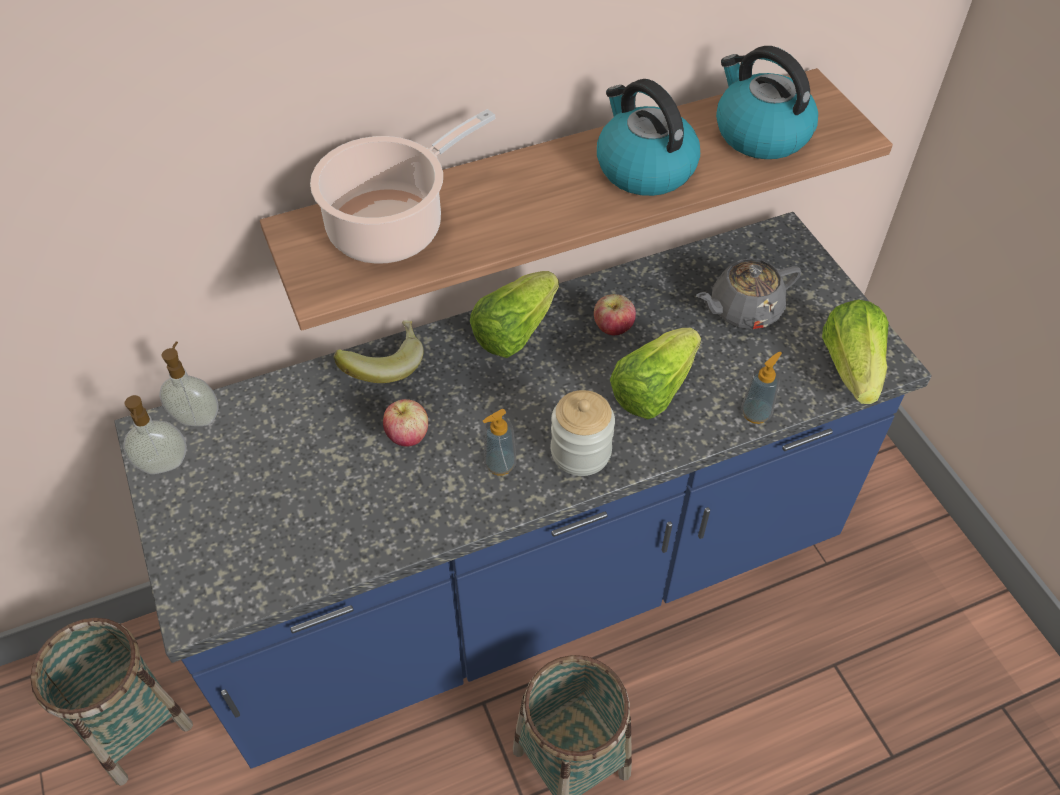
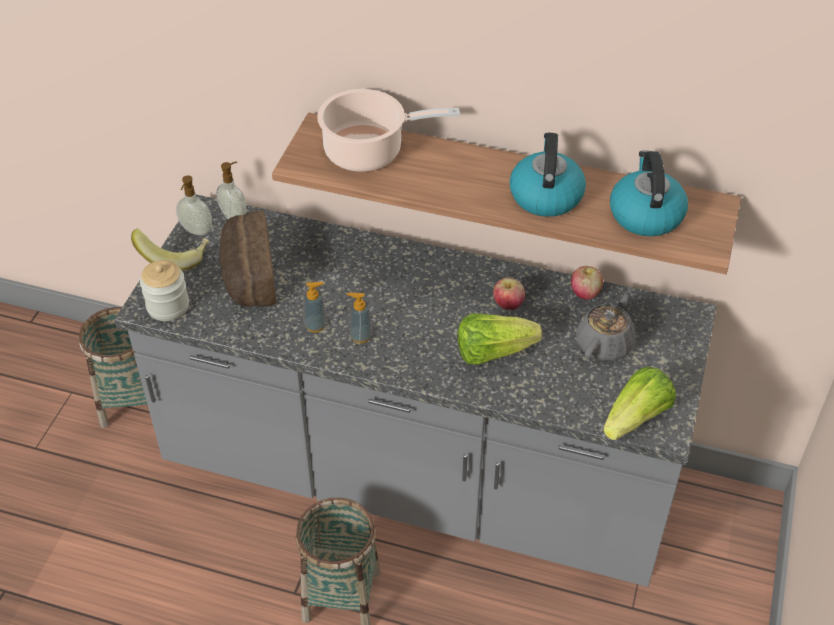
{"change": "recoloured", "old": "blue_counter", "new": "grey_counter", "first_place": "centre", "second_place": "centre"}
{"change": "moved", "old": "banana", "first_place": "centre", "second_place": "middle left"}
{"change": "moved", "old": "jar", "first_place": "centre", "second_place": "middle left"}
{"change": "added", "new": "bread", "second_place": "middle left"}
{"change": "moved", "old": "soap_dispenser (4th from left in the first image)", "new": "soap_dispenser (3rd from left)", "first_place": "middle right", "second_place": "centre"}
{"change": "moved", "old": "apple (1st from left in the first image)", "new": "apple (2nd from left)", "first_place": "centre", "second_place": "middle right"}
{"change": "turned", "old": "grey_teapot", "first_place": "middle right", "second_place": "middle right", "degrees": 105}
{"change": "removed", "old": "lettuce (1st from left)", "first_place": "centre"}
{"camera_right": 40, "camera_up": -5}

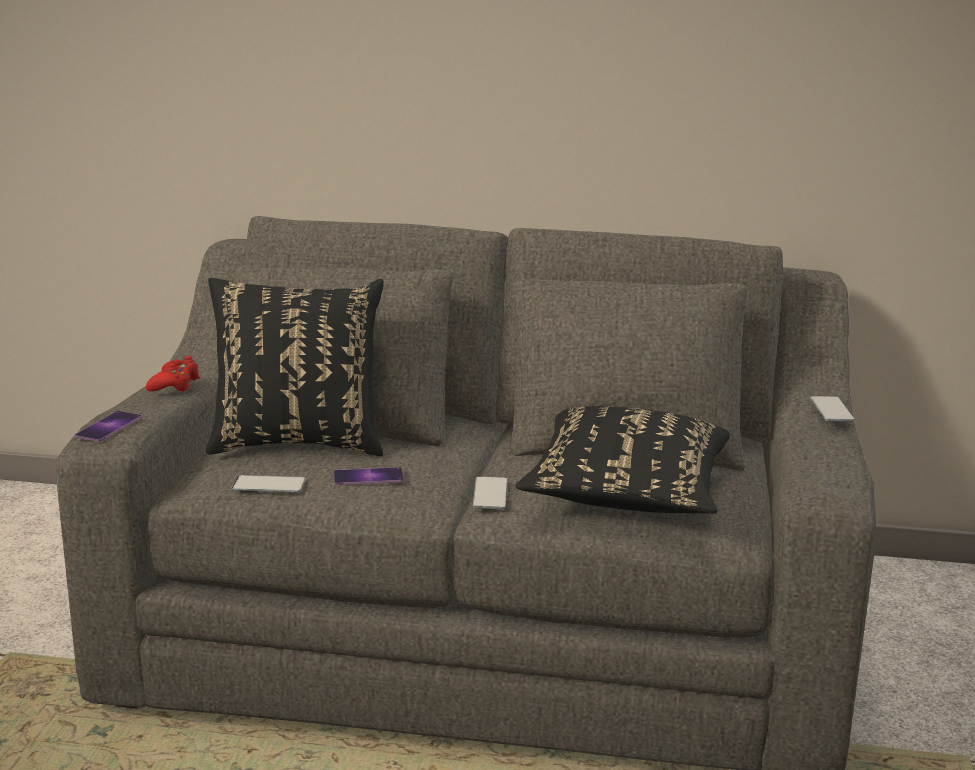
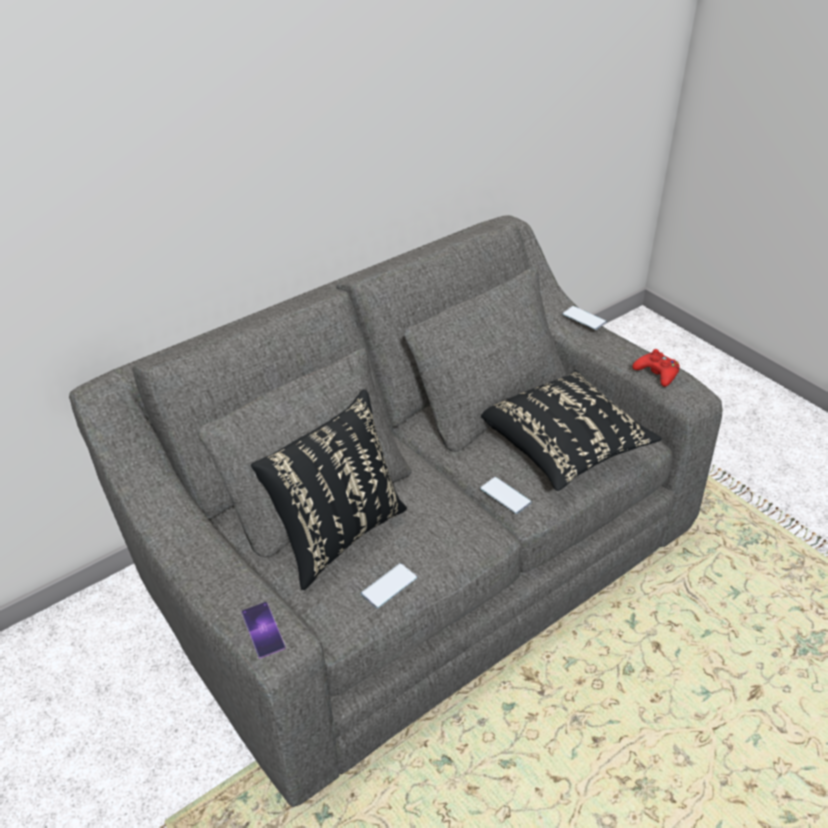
{"change": "moved", "old": "red_game_controller", "first_place": "middle left", "second_place": "middle right"}
{"change": "removed", "old": "phone (3rd from left)", "first_place": "centre"}
{"camera_right": -45, "camera_up": 20}

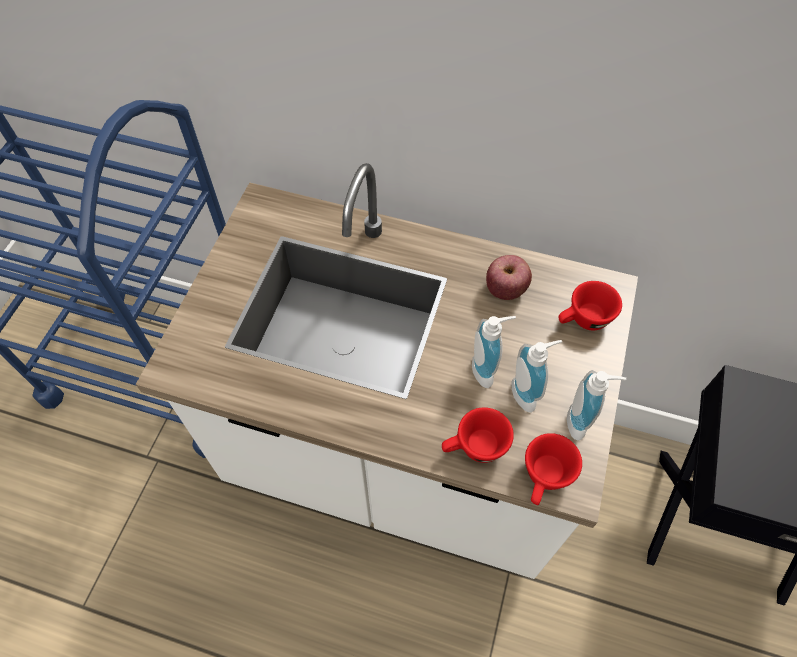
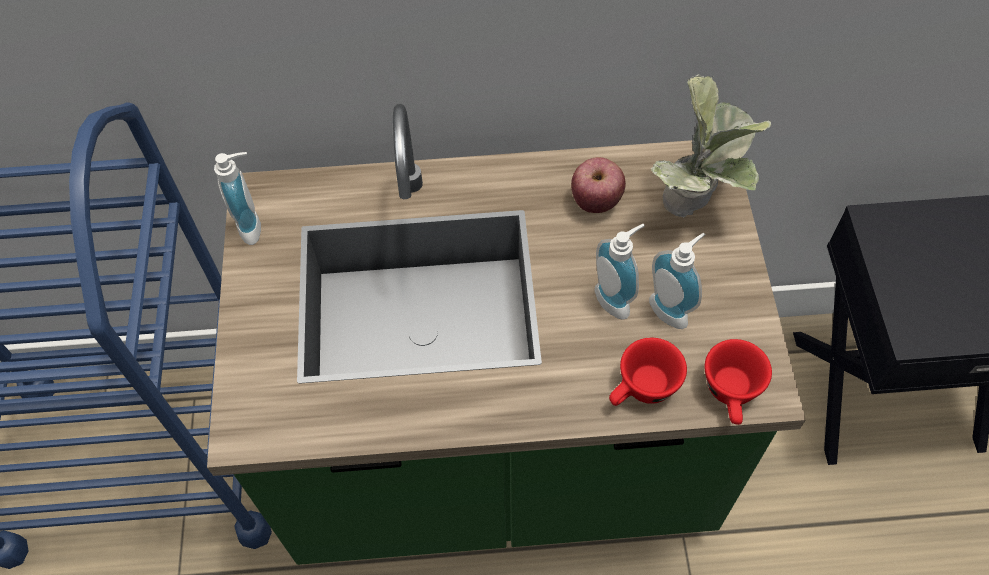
{"change": "recoloured", "old": "white_counter", "new": "green_counter", "first_place": "centre", "second_place": "centre"}
{"change": "moved", "old": "soap_dispenser (3rd from left in the first image)", "new": "soap_dispenser (1st from left)", "first_place": "middle right", "second_place": "middle left"}
{"change": "replaced", "old": "red_cup (3rd from left)", "new": "potted_plant", "first_place": "middle right", "second_place": "top right"}
{"camera_right": -20, "camera_up": 0}

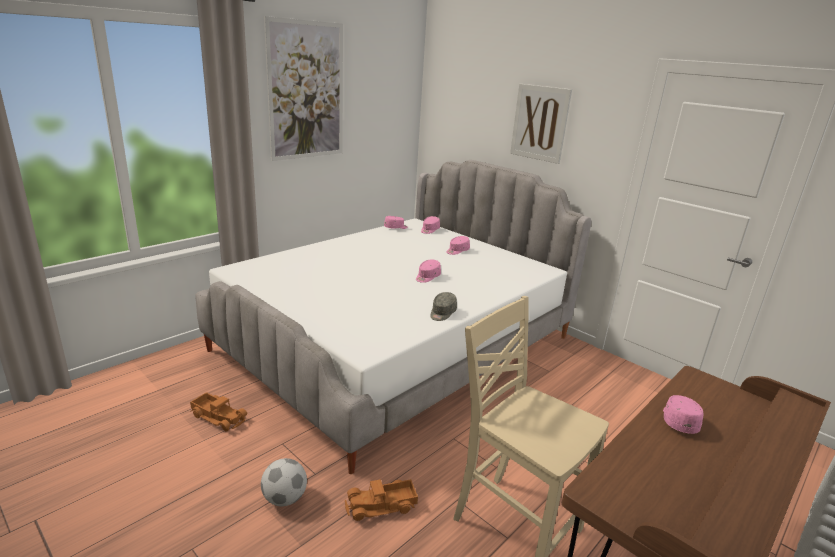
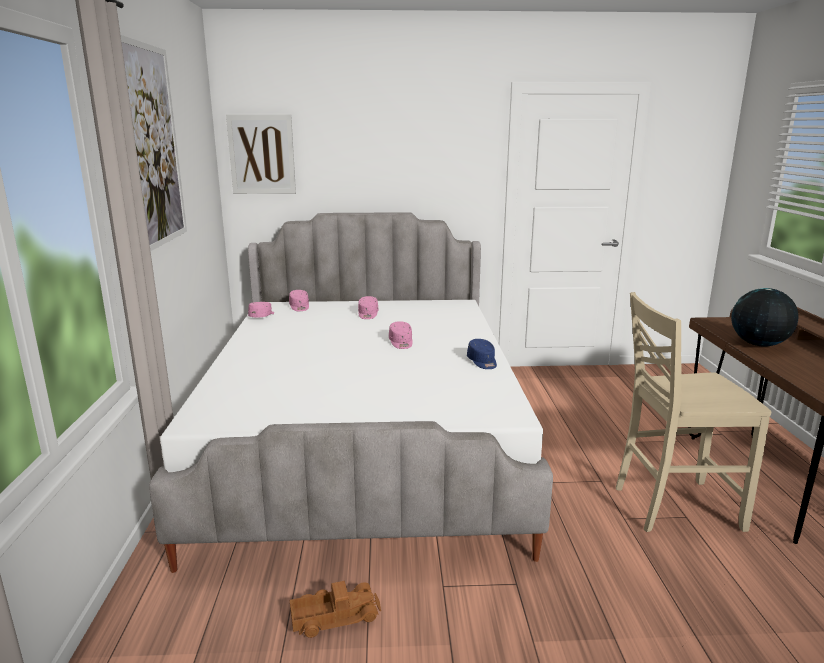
{"change": "moved", "old": "picture (2nd from left)", "first_place": "top centre", "second_place": "top left"}
{"change": "recoloured", "old": "grey_cap", "new": "blue_cap", "first_place": "centre", "second_place": "centre"}
{"change": "replaced", "old": "pink_cap (5th from left)", "new": "globe", "first_place": "bottom right", "second_place": "middle right"}
{"change": "removed", "old": "football", "first_place": "bottom centre"}
{"change": "removed", "old": "toy_truck (2nd from left)", "first_place": "bottom centre"}
{"camera_right": -45, "camera_up": -5}

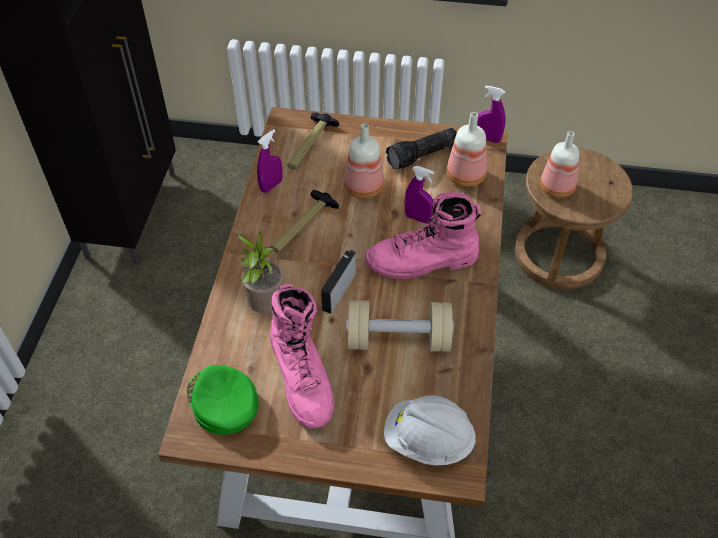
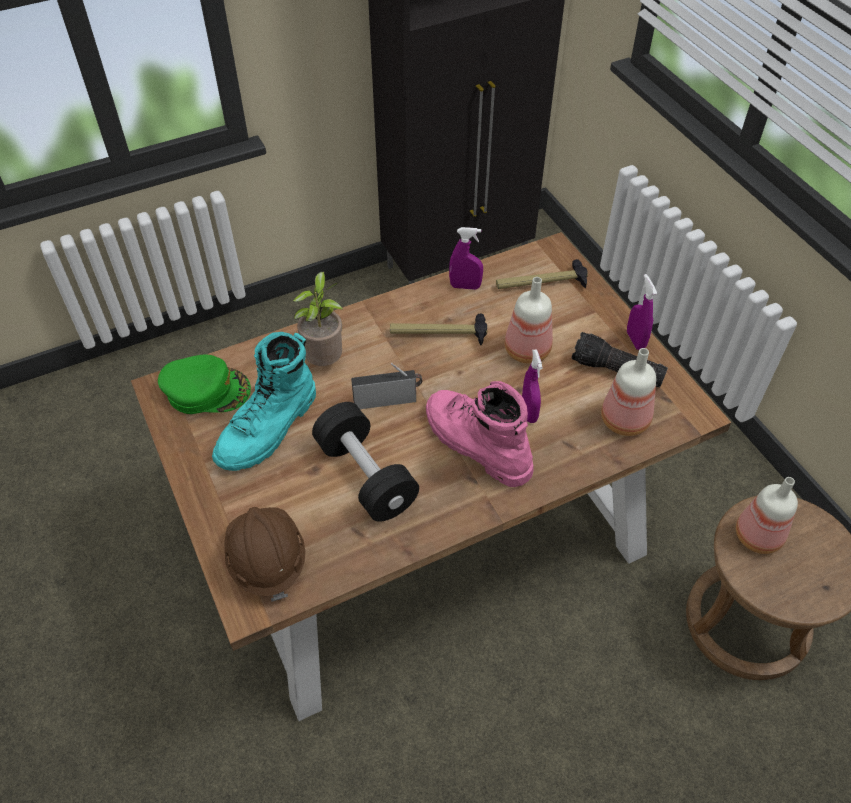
{"change": "turned", "old": "green_cap", "first_place": "bottom left", "second_place": "middle left", "degrees": 75}
{"change": "recoloured", "old": "pink_boot (1st from left)", "new": "turquoise_boot", "first_place": "centre", "second_place": "middle left"}
{"change": "recoloured", "old": "white_hard_hat", "new": "brown_hard_hat", "first_place": "bottom centre", "second_place": "bottom left"}
{"change": "recoloured", "old": "beige_dumbbell", "new": "black_dumbbell", "first_place": "centre", "second_place": "centre"}
{"change": "moved", "old": "purple_spray_bottle (3rd from left)", "first_place": "top right", "second_place": "middle right"}
{"camera_right": 55, "camera_up": 0}

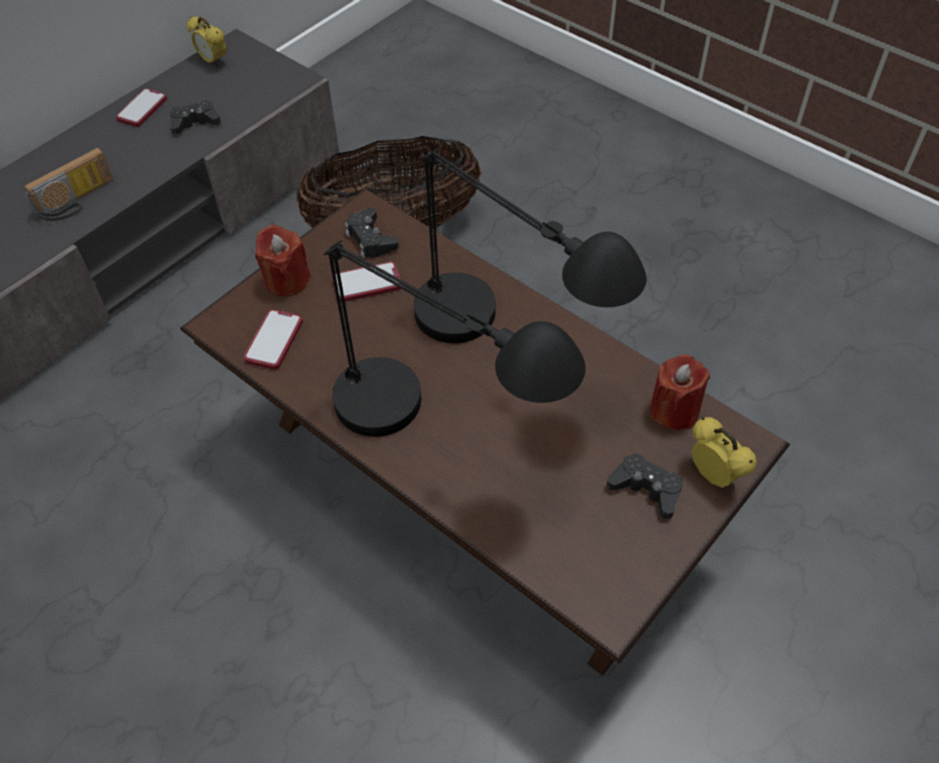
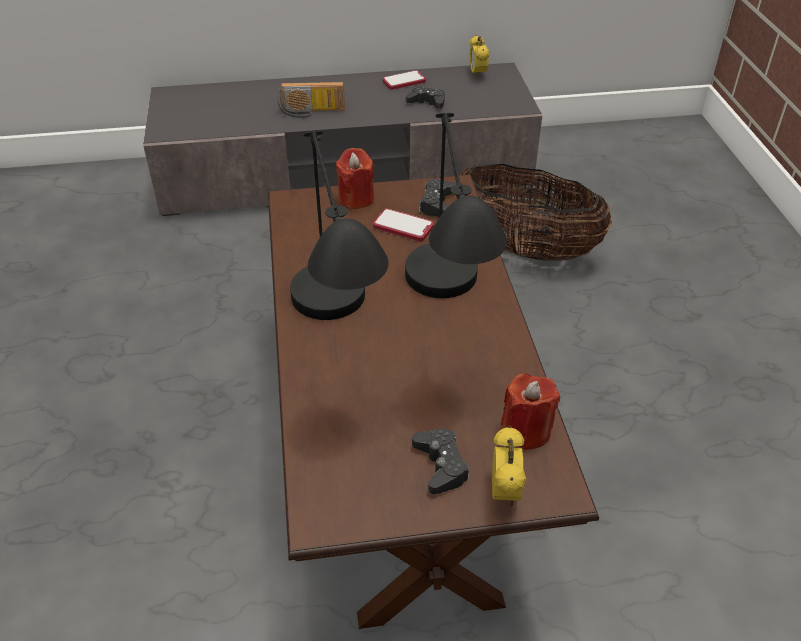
{"change": "removed", "old": "phone (2nd from left)", "first_place": "middle left"}
{"camera_right": 40, "camera_up": -10}

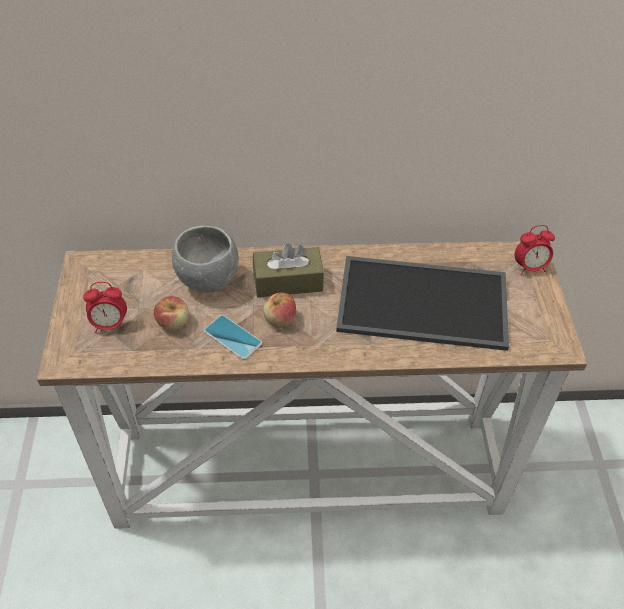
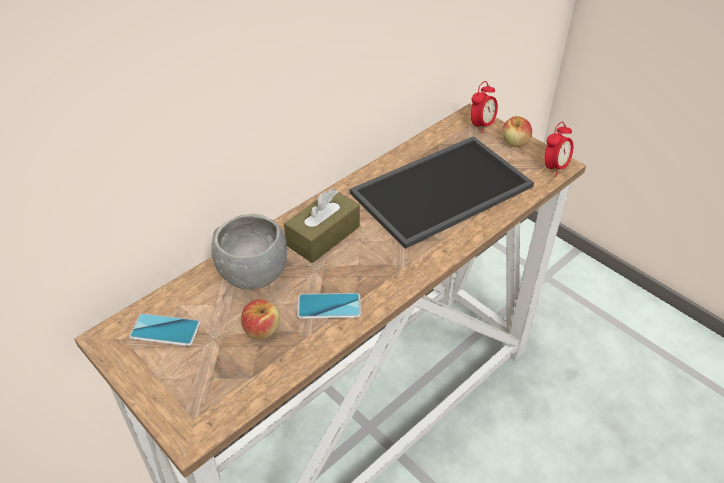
{"change": "added", "new": "phone (1st from left)", "second_place": "bottom left"}
{"change": "moved", "old": "apple (2nd from left)", "first_place": "centre", "second_place": "top right"}
{"change": "moved", "old": "alarm_clock (1st from left in the first image)", "new": "alarm_clock (2nd from left)", "first_place": "middle left", "second_place": "top right"}
{"camera_right": -40, "camera_up": -5}

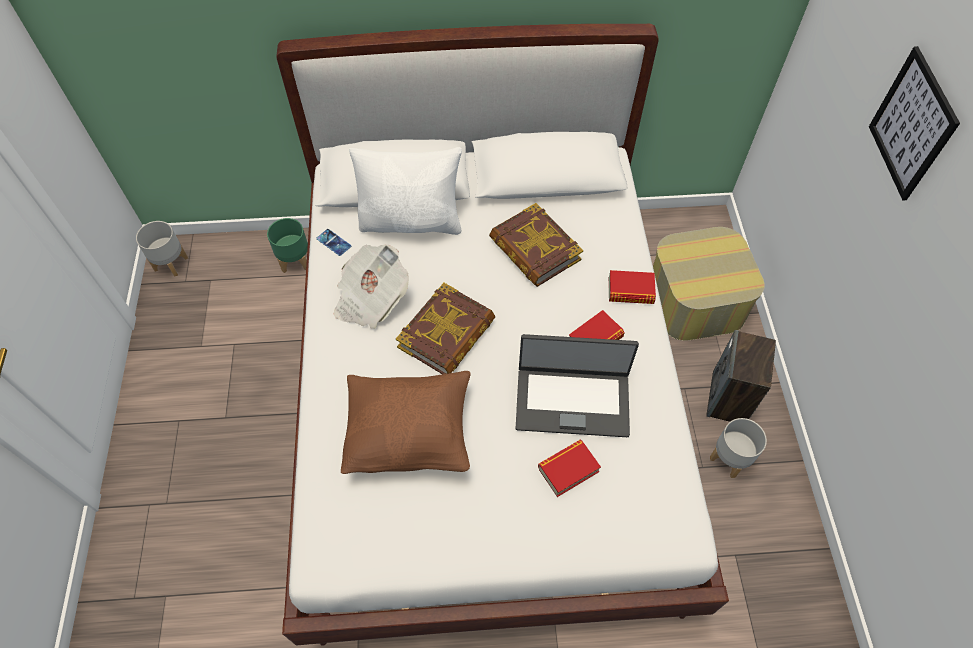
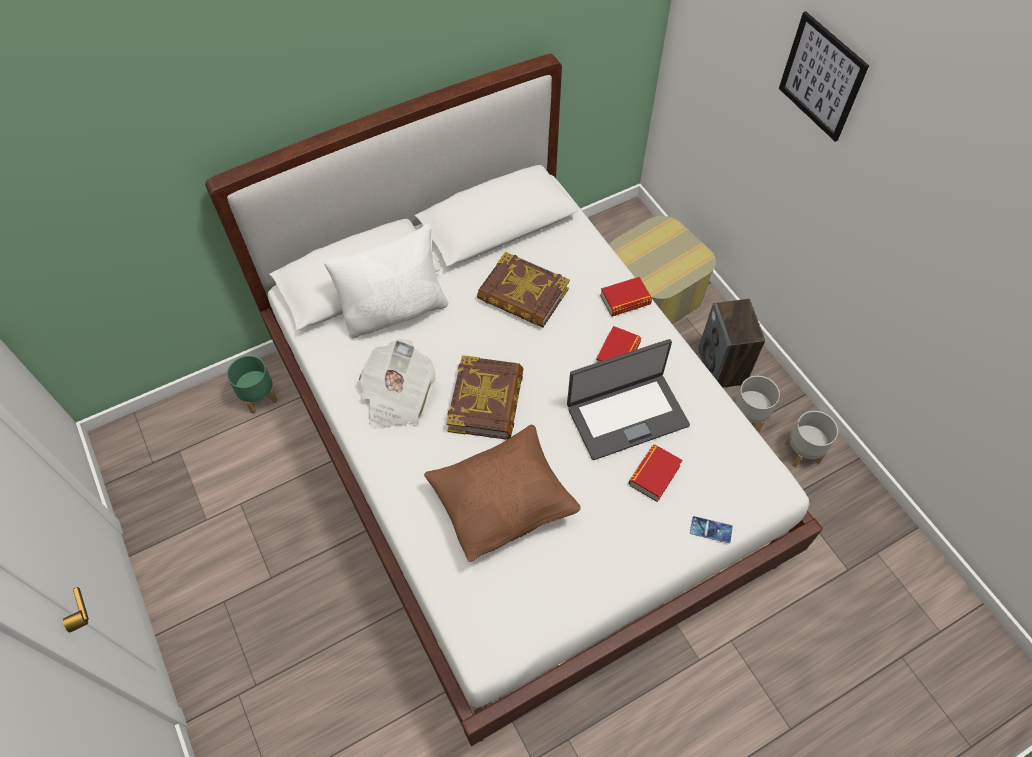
{"change": "moved", "old": "phone", "first_place": "centre", "second_place": "bottom right"}
{"change": "moved", "old": "grey_planter (1st from left in the first image)", "new": "grey_planter (2nd from left)", "first_place": "middle left", "second_place": "middle right"}
{"camera_right": -25, "camera_up": 0}

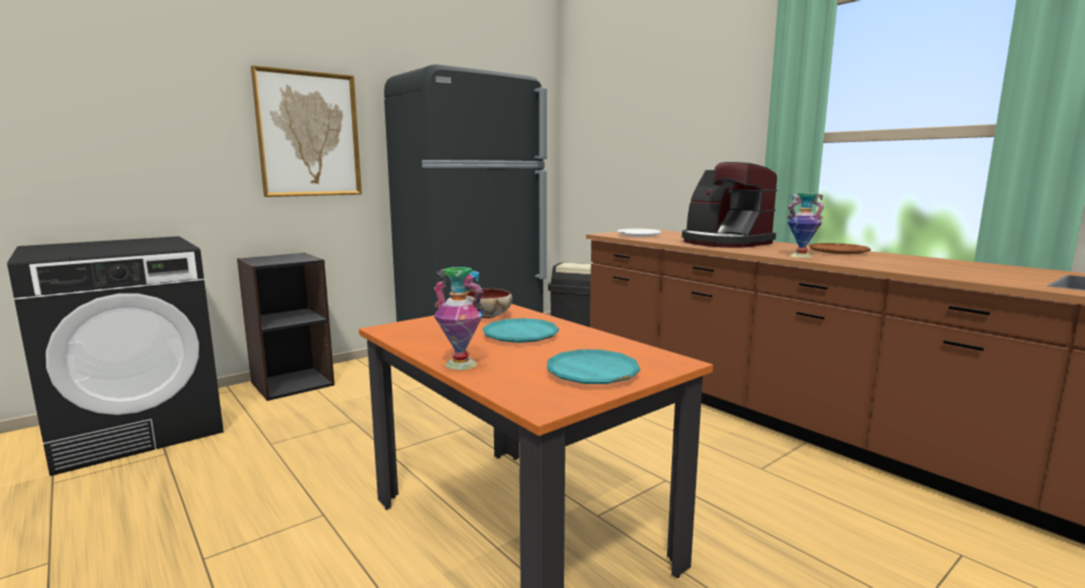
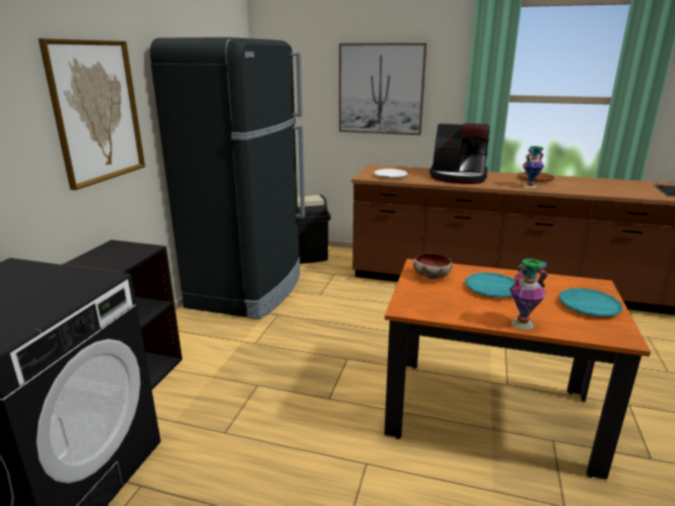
{"change": "added", "new": "picture (2nd from left)", "second_place": "top centre"}
{"camera_right": -35, "camera_up": 10}

